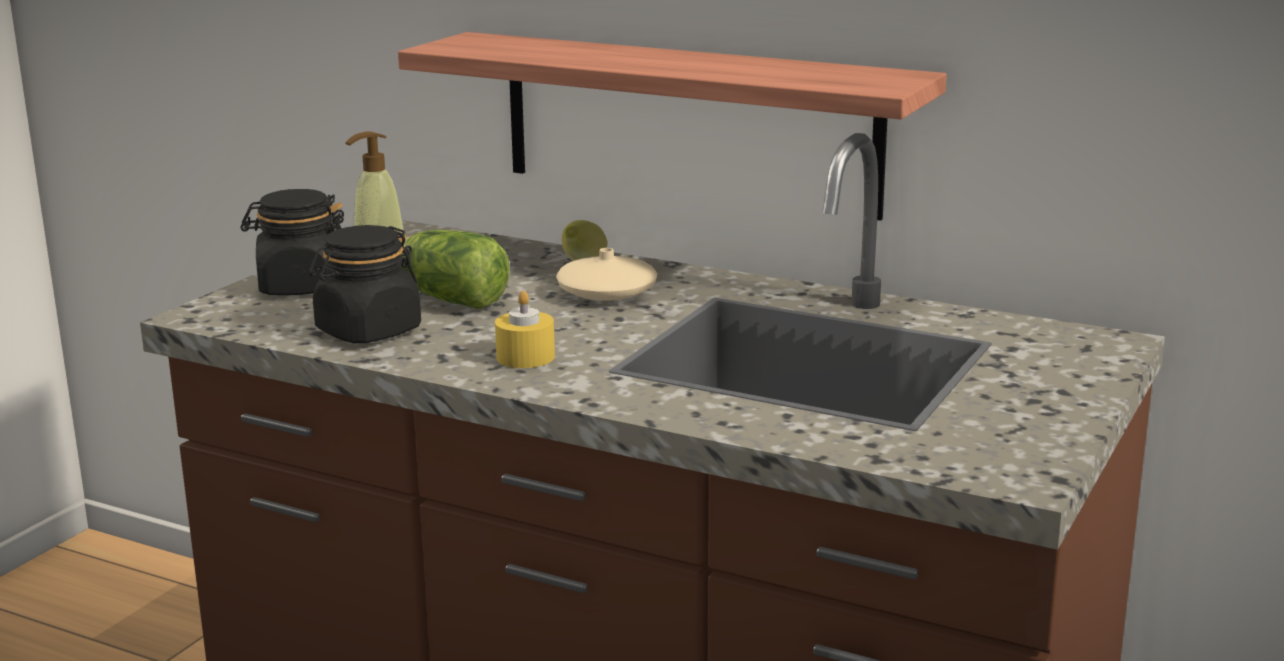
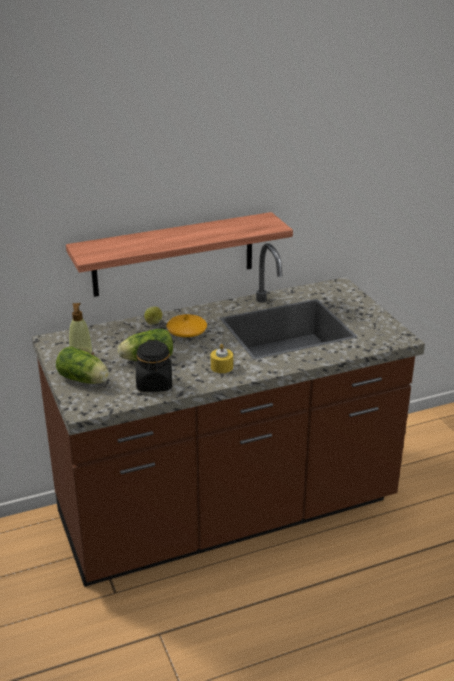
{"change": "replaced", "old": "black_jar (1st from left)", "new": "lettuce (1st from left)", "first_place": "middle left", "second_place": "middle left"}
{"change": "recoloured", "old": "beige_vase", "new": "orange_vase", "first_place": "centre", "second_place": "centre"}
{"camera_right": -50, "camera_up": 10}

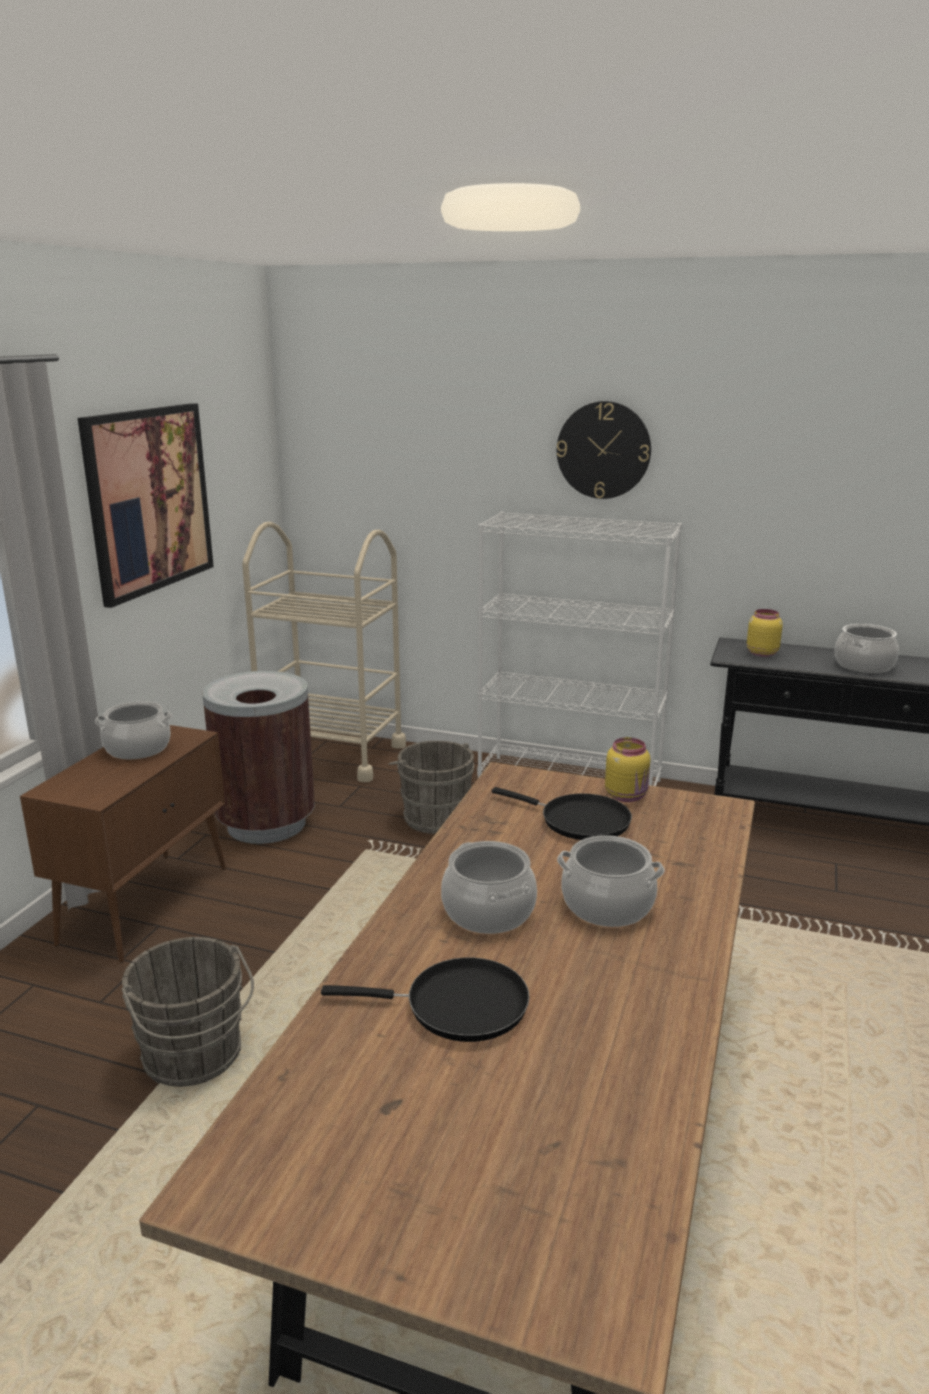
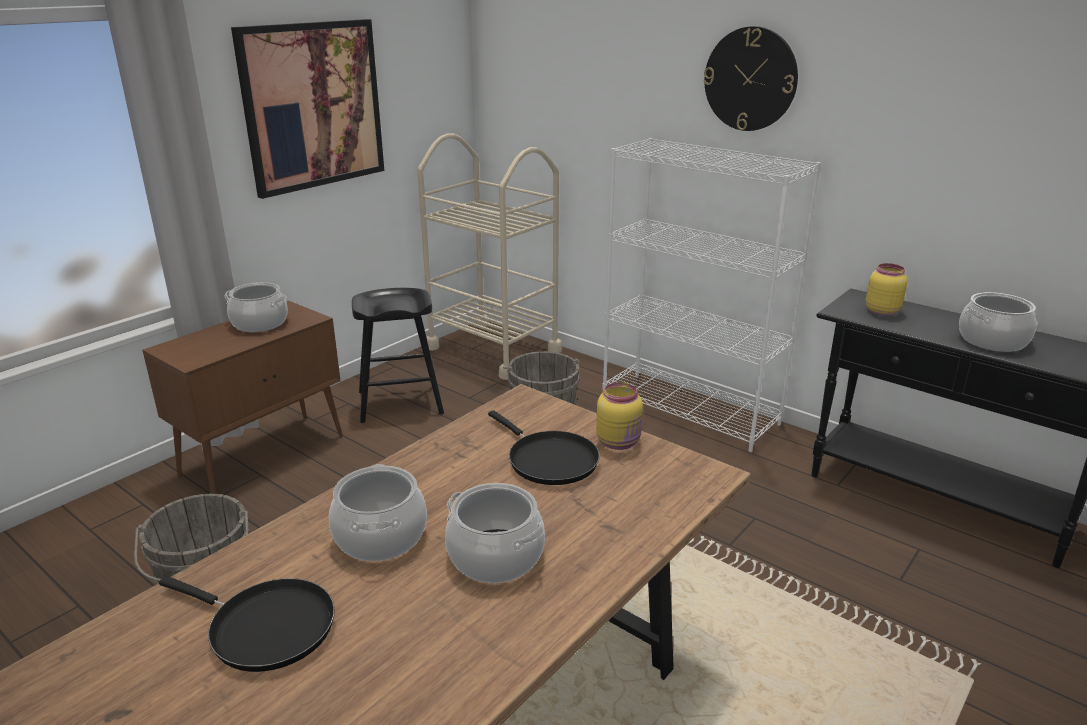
{"change": "replaced", "old": "brown_trash_can", "new": "black_stool", "first_place": "middle left", "second_place": "centre"}
{"camera_right": 20, "camera_up": 5}

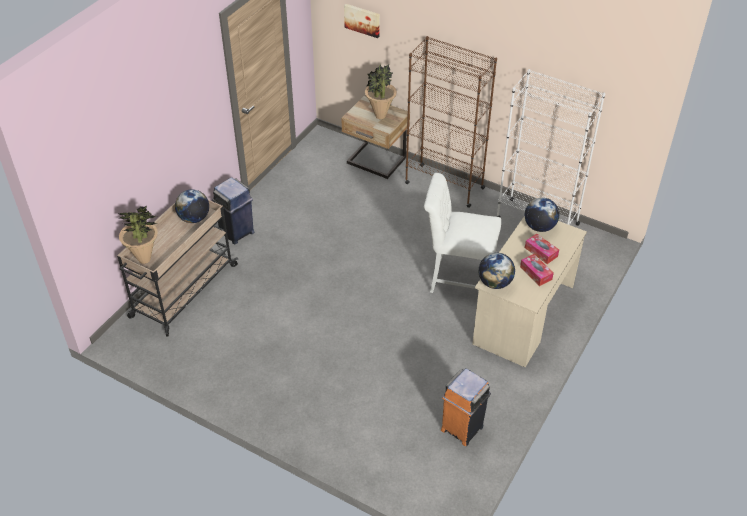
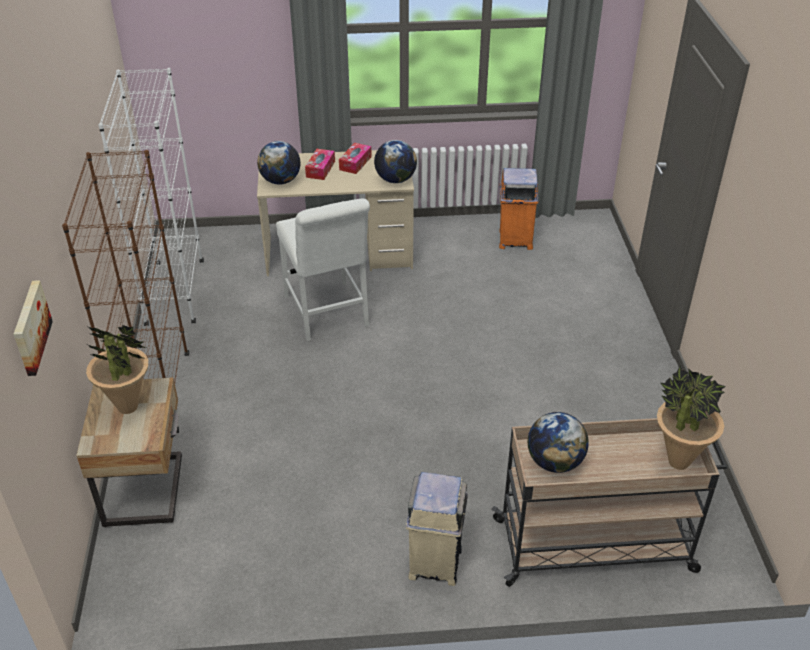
{"change": "recoloured", "old": "blue_trash_can", "new": "beige_trash_can", "first_place": "middle left", "second_place": "bottom centre"}
{"camera_right": -125, "camera_up": -5}

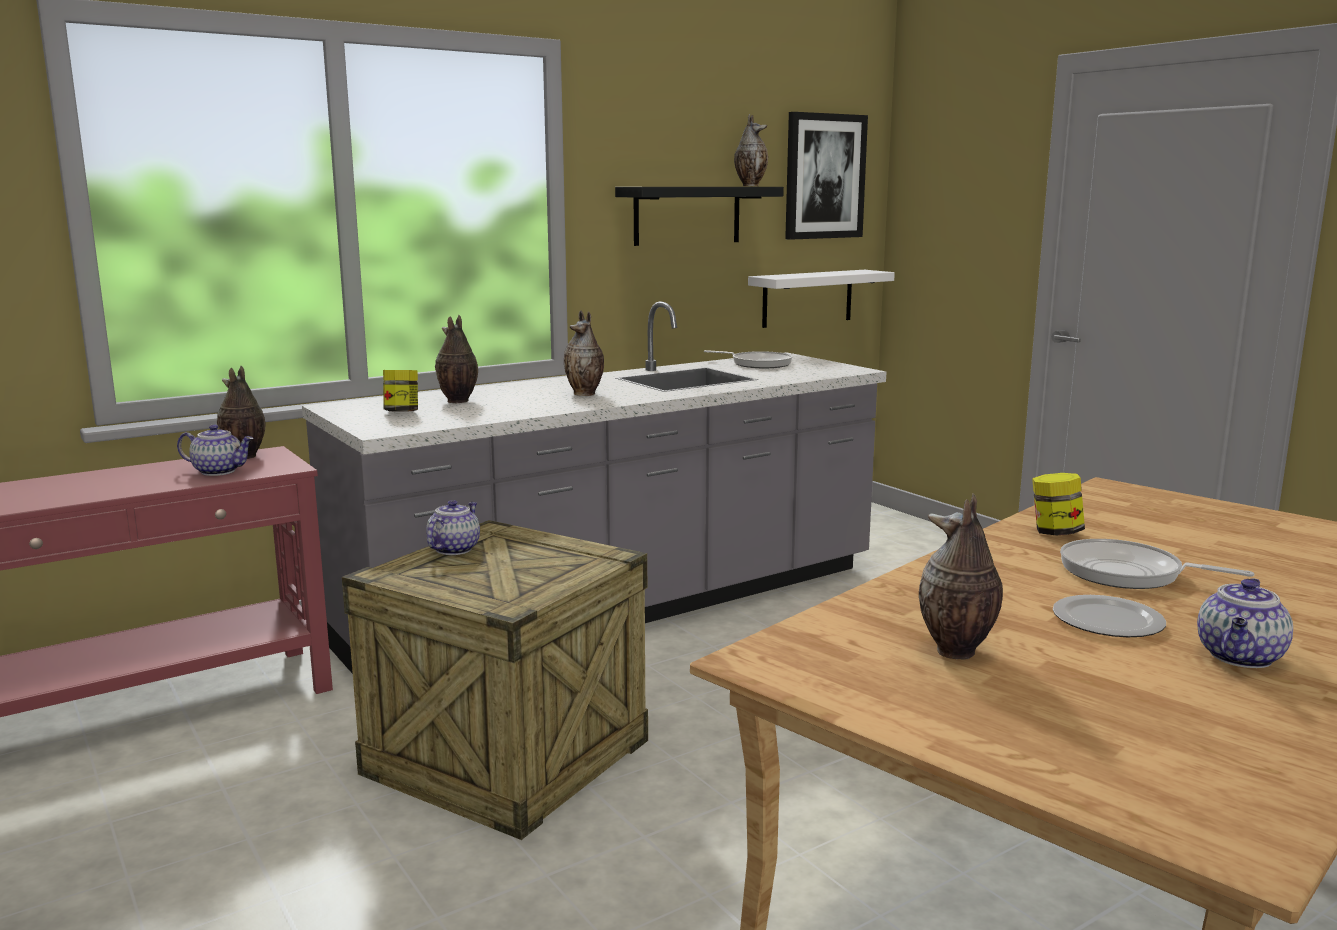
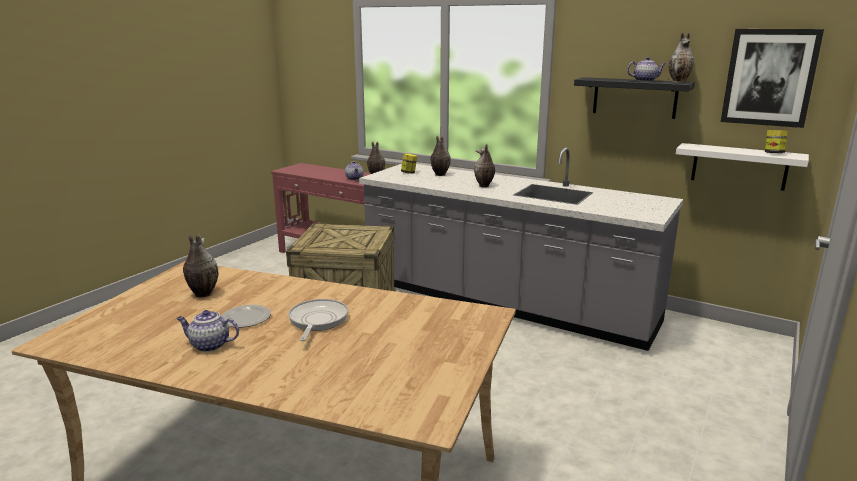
{"change": "moved", "old": "teapot (2nd from left in the first image)", "new": "teapot (3rd from left)", "first_place": "centre", "second_place": "top right"}
{"change": "moved", "old": "jar (2nd from left)", "first_place": "middle right", "second_place": "top right"}
{"change": "removed", "old": "frying_pan (1st from left)", "first_place": "centre"}
{"camera_right": 65, "camera_up": 5}

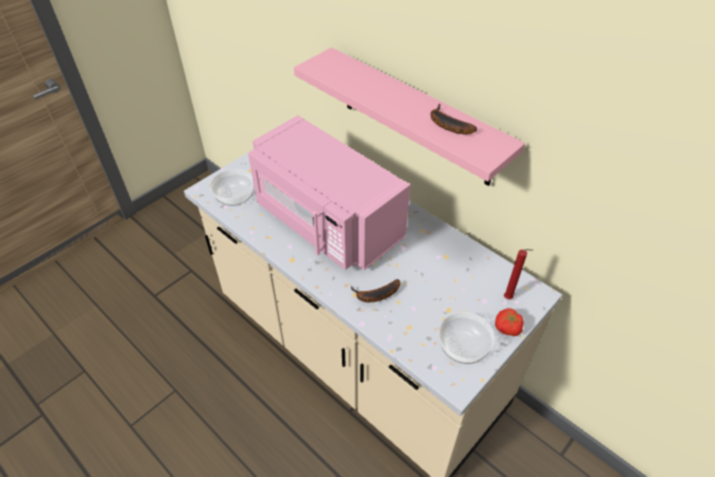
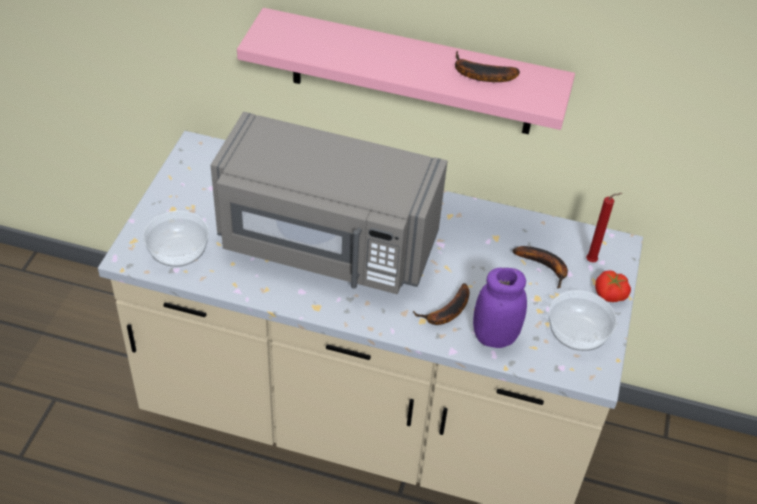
{"change": "recoloured", "old": "pink_microwave", "new": "grey_microwave", "first_place": "centre", "second_place": "centre"}
{"change": "added", "new": "purple_jar", "second_place": "centre"}
{"change": "added", "new": "banana (3rd from left)", "second_place": "middle right"}
{"camera_right": -30, "camera_up": 0}

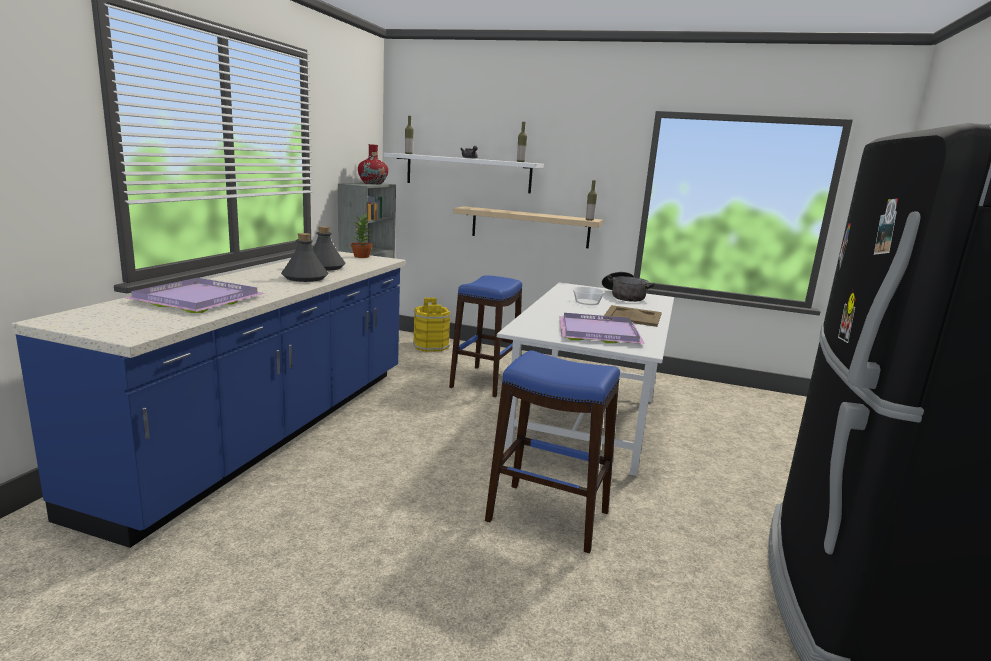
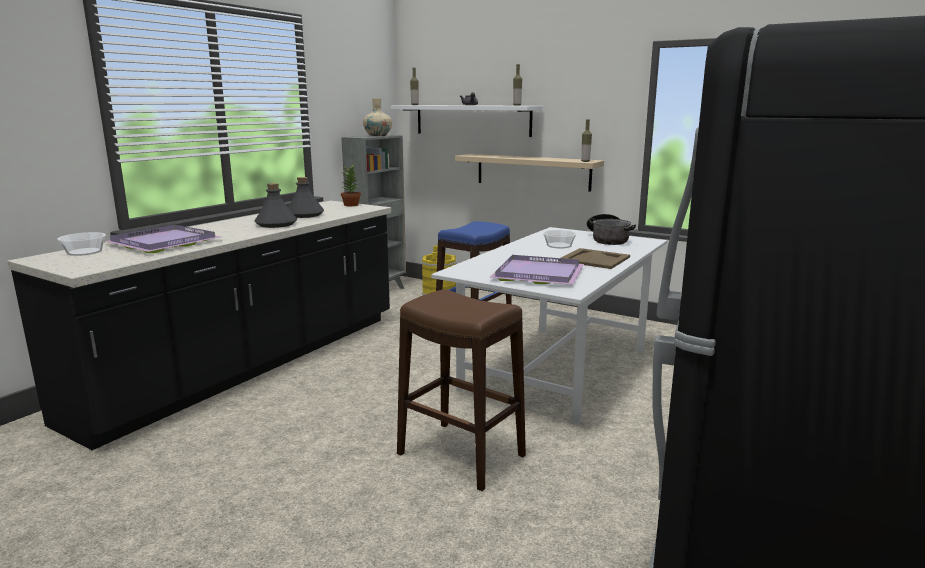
{"change": "recoloured", "old": "blue_counter", "new": "black_counter", "first_place": "middle left", "second_place": "middle left"}
{"change": "added", "new": "bowl (1st from left)", "second_place": "middle left"}
{"change": "recoloured", "old": "red_vase", "new": "beige_vase", "first_place": "top centre", "second_place": "top centre"}
{"change": "recoloured", "old": "blue_stool (2nd from left)", "new": "brown_stool", "first_place": "bottom centre", "second_place": "bottom centre"}
{"camera_right": 15, "camera_up": 0}

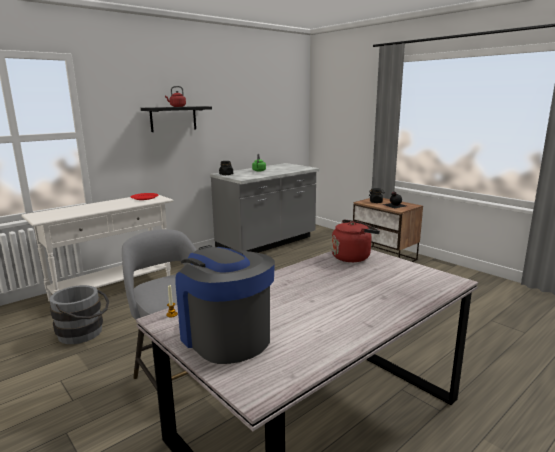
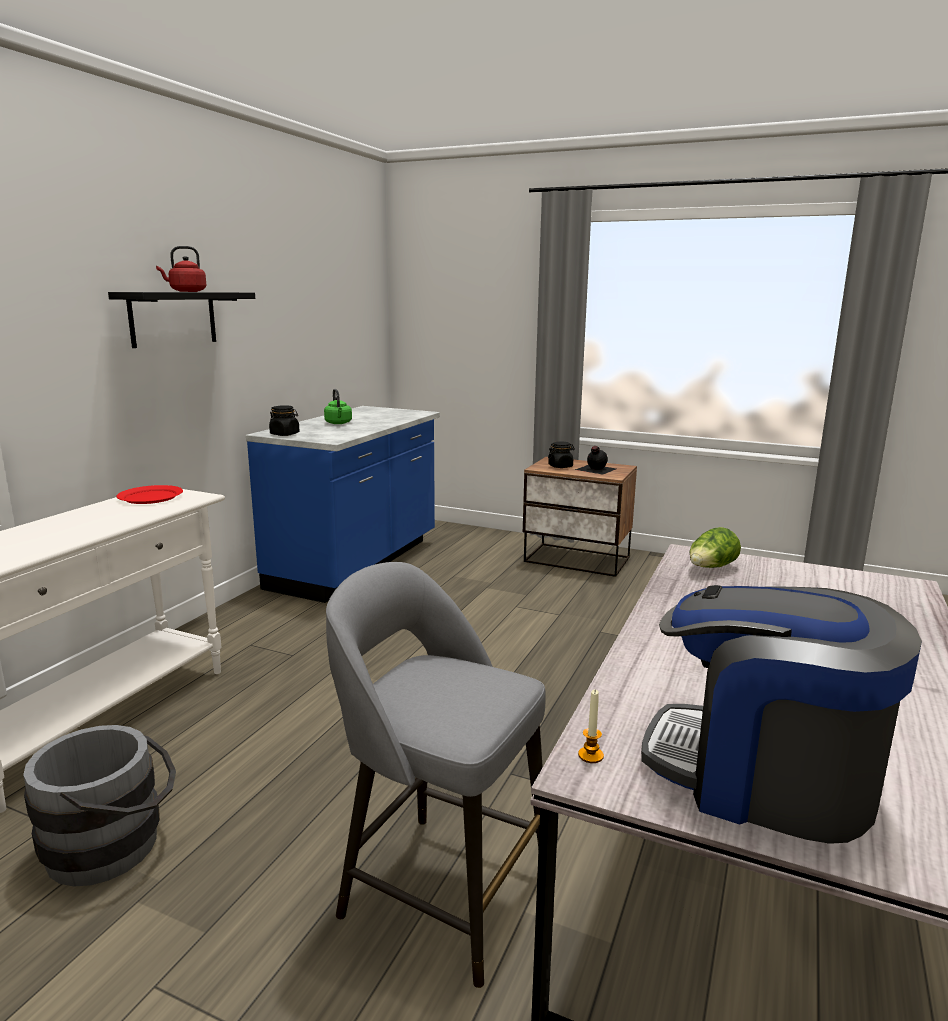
{"change": "recoloured", "old": "grey_counter", "new": "blue_counter", "first_place": "centre", "second_place": "centre"}
{"change": "replaced", "old": "red_kettle (2nd from left)", "new": "lettuce", "first_place": "centre", "second_place": "middle right"}
{"camera_right": -25, "camera_up": 0}

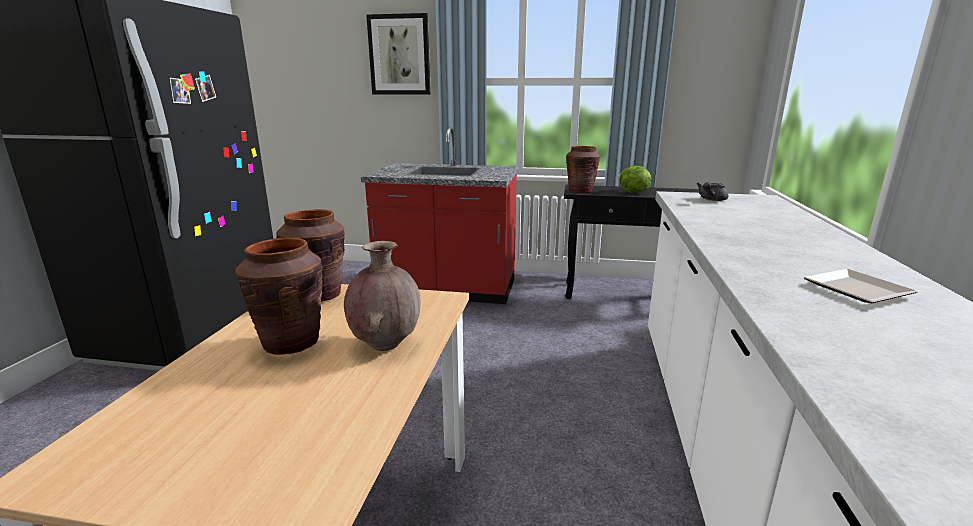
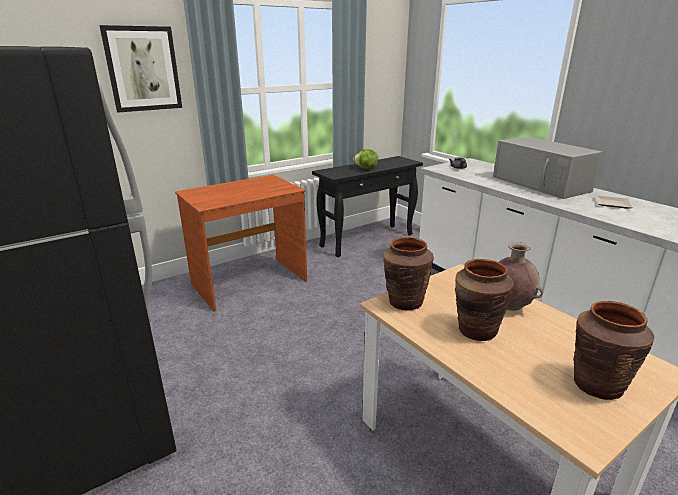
{"change": "replaced", "old": "red_counter", "new": "brown_desk", "first_place": "centre", "second_place": "centre"}
{"change": "added", "new": "grey_microwave", "second_place": "middle right"}
{"change": "moved", "old": "brown_vase (4th from left)", "first_place": "top centre", "second_place": "bottom right"}
{"camera_right": -45, "camera_up": 5}

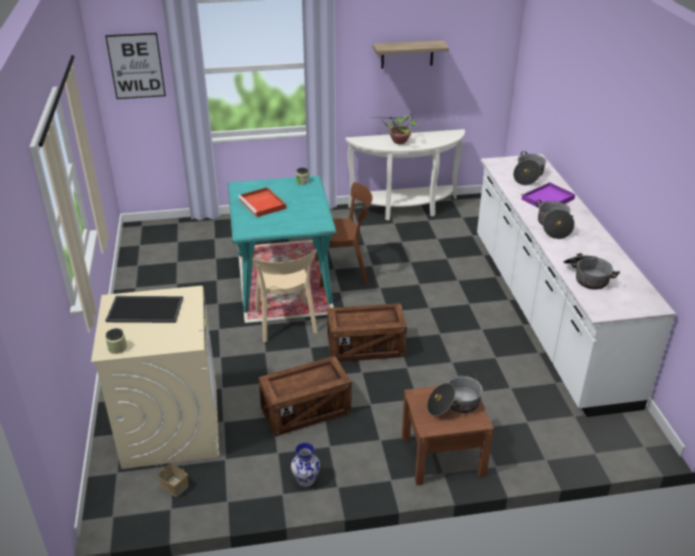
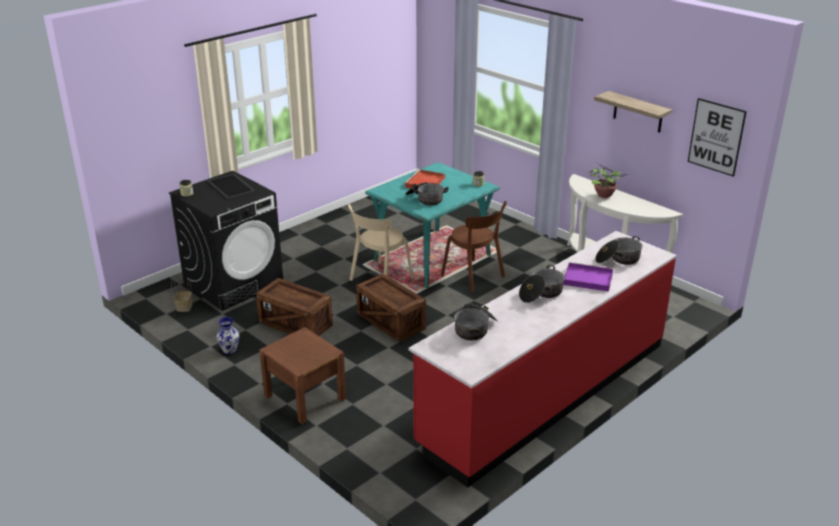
{"change": "recoloured", "old": "beige_washing_machine", "new": "black_washing_machine", "first_place": "bottom left", "second_place": "middle left"}
{"change": "moved", "old": "cooking_pot (1st from left)", "first_place": "bottom centre", "second_place": "centre"}
{"change": "recoloured", "old": "white_counter", "new": "red_counter", "first_place": "middle right", "second_place": "bottom centre"}
{"change": "moved", "old": "picture", "first_place": "top left", "second_place": "top right"}
{"camera_right": 55, "camera_up": -5}

